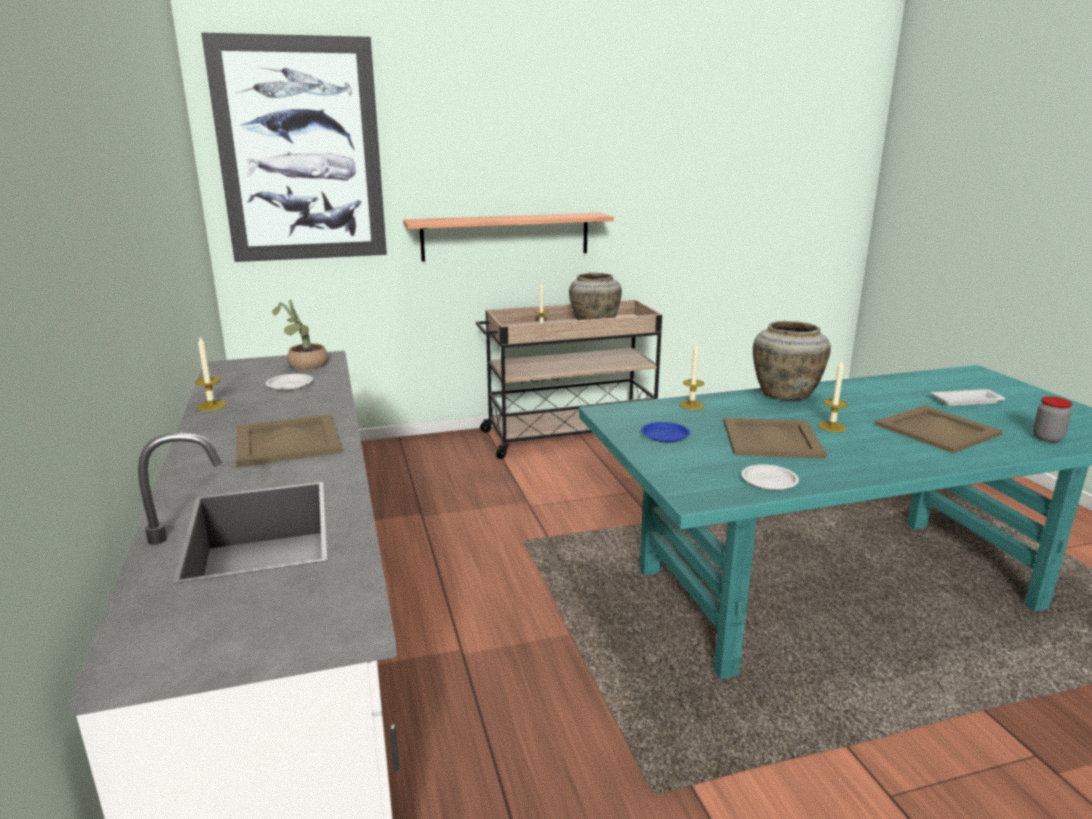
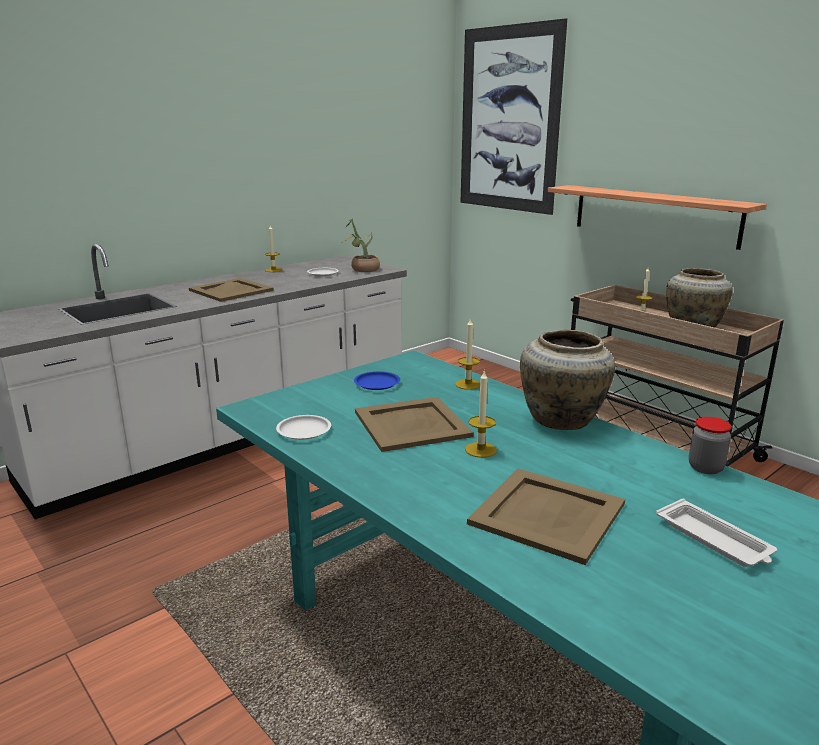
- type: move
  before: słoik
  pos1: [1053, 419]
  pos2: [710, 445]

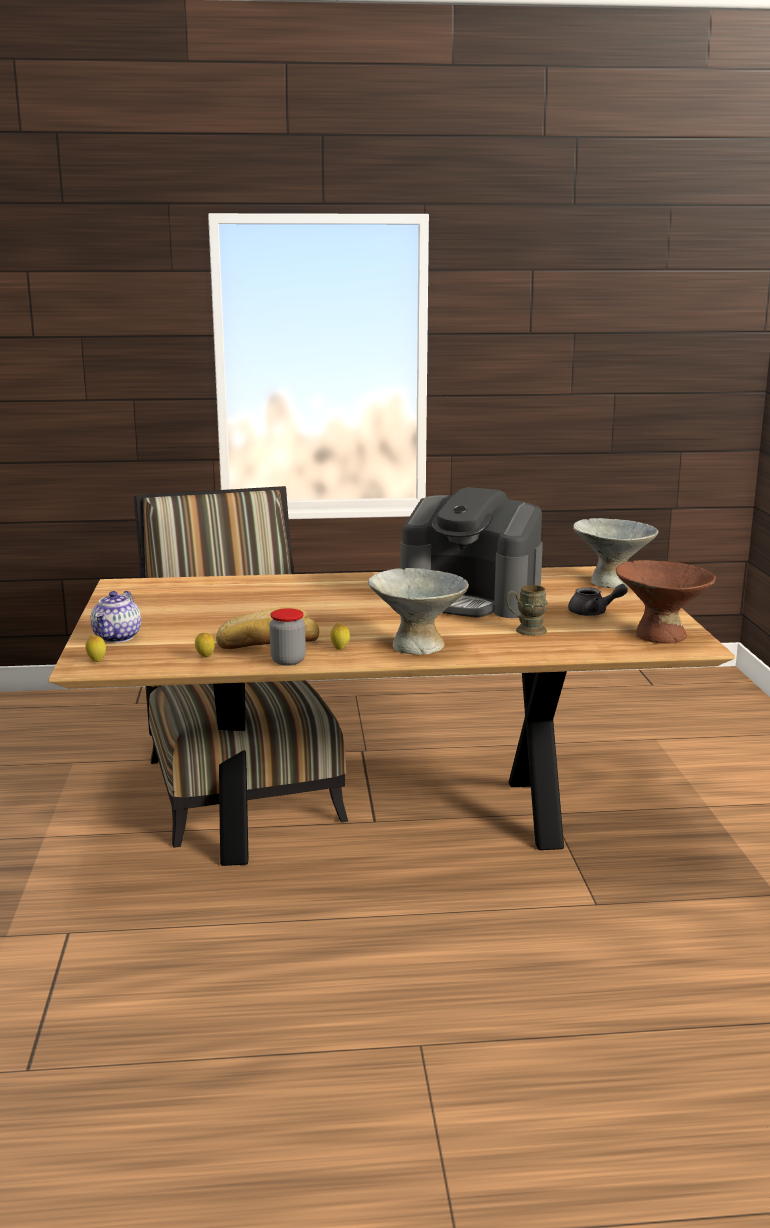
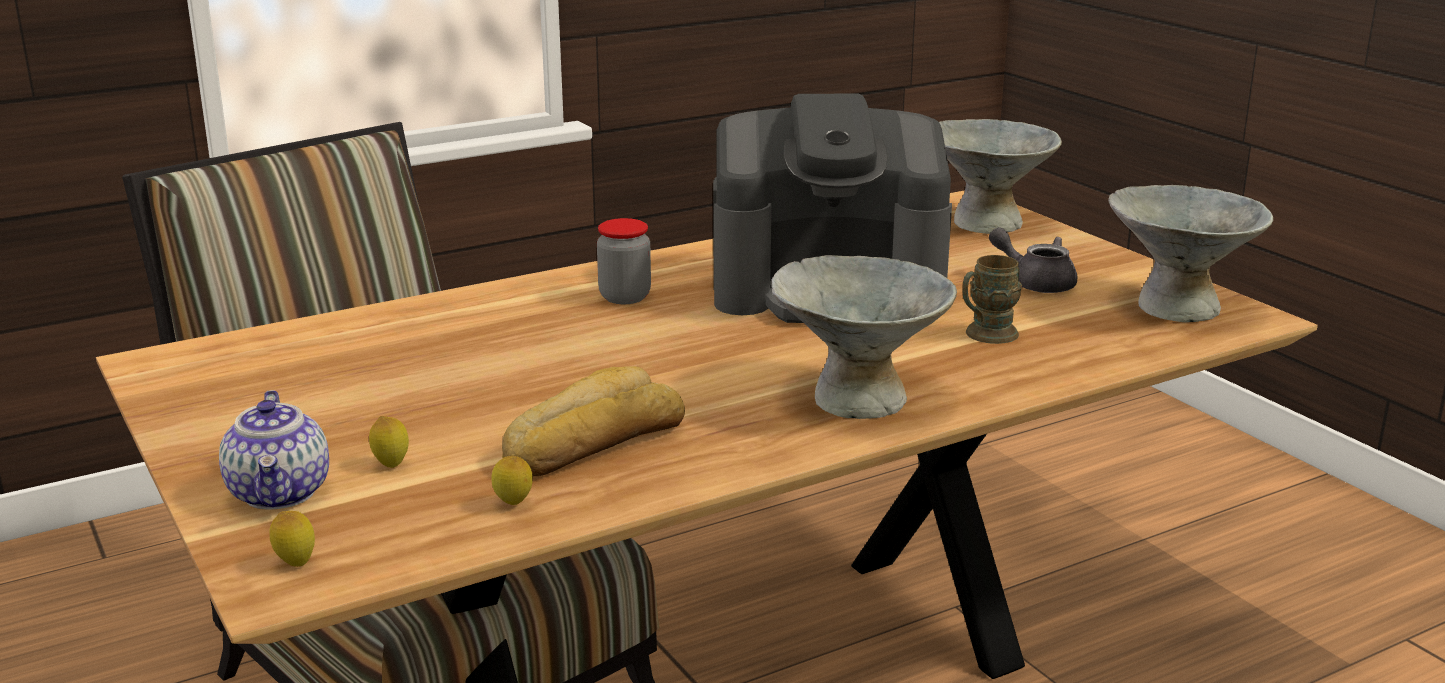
- type: move
  before: słoik
  pos1: [288, 637]
  pos2: [624, 261]
- type: move
  before: cytryna
  pos1: [340, 636]
  pos2: [389, 442]
- type: rotate
  before: imbryk [szary]
  pos1: [598, 600]
  pos2: [1033, 260]
  turn: -120
- type: recolor
  before: miska [brązowy]
  after: miska [szary]
  pos1: [666, 601]
  pos2: [1190, 253]

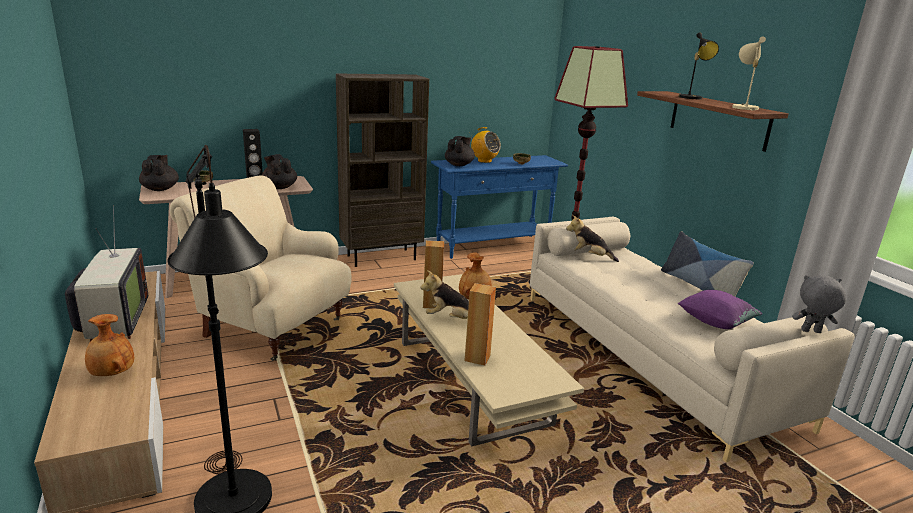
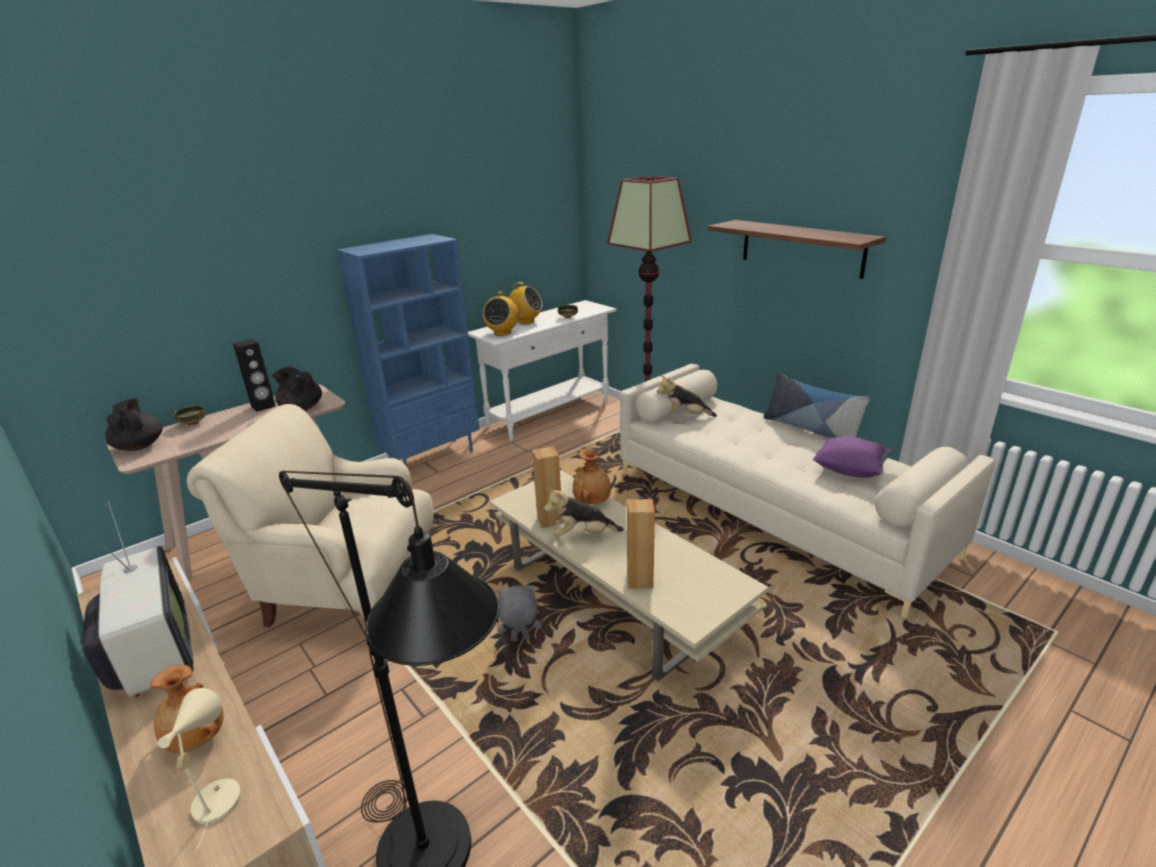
- type: recolor
  before: regał [brązowy]
  after: regał [niebieski]
  pos1: [382, 170]
  pos2: [408, 351]
- type: recolor
  before: stolik konsolowy [niebieski]
  after: stolik konsolowy [biały]
  pos1: [499, 207]
  pos2: [542, 370]
- type: replace
  before: imbryk [czarny]
  after: radio
  pos1: [460, 151]
  pos2: [501, 313]
- type: delete
  before: lampa stołowa [czarny]
  pos1: [698, 65]
- type: move
  before: lampa stołowa [beżowy]
  pos1: [749, 73]
  pos2: [199, 770]
- type: move
  before: pluszak [szary]
  pos1: [819, 304]
  pos2: [519, 613]

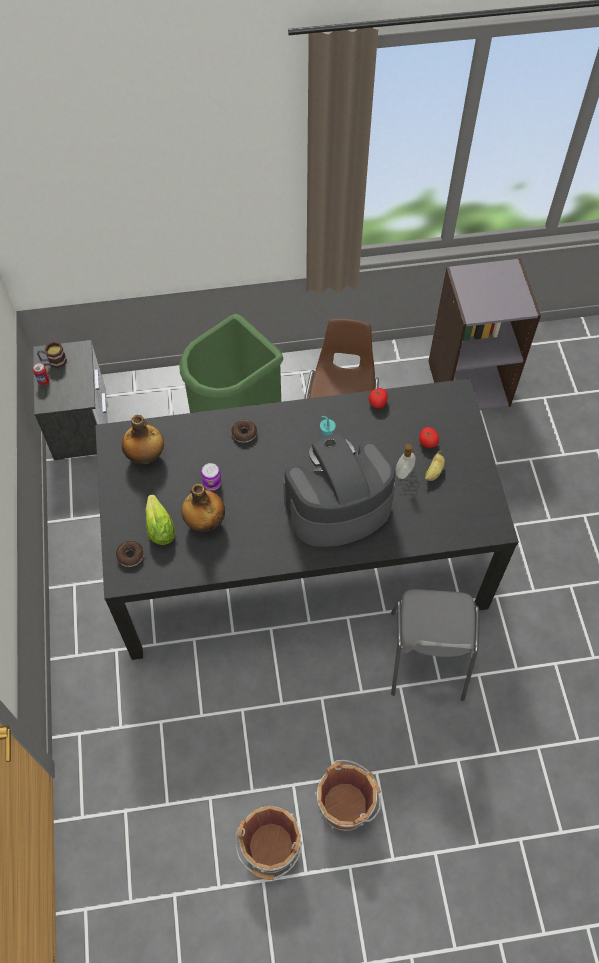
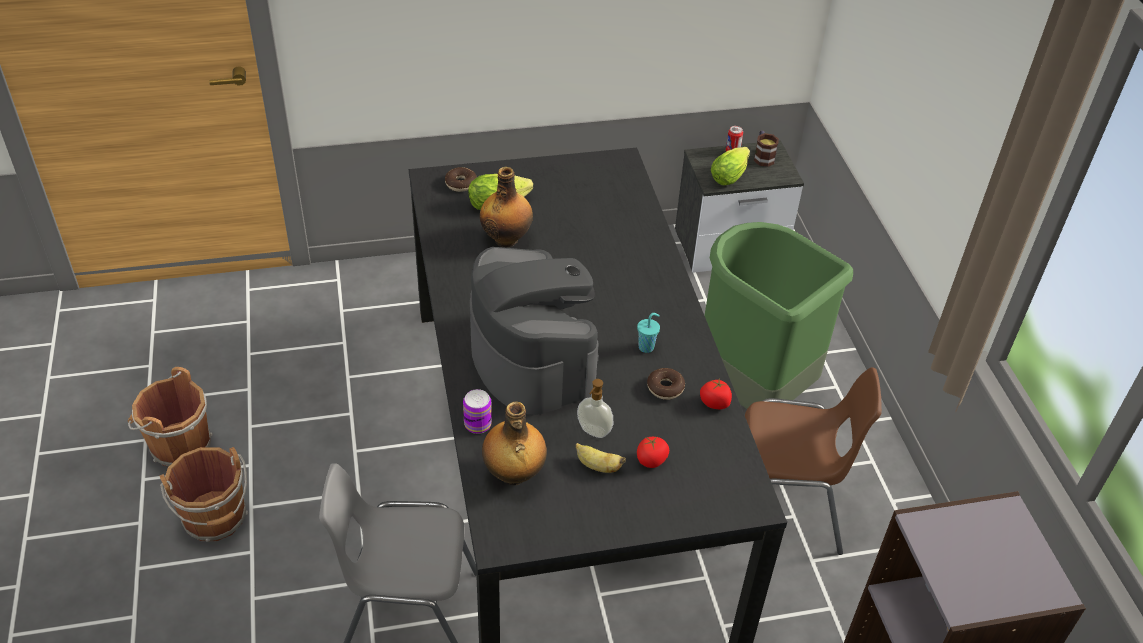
- type: move
  before: butelka
  pos1: [143, 439]
  pos2: [514, 443]
- type: move
  before: puszka
  pos1: [211, 477]
  pos2: [477, 411]
- type: move
  before: donut
  pos1: [244, 431]
  pos2: [666, 384]
- type: insert
  after: sałata
  pos2: [730, 166]

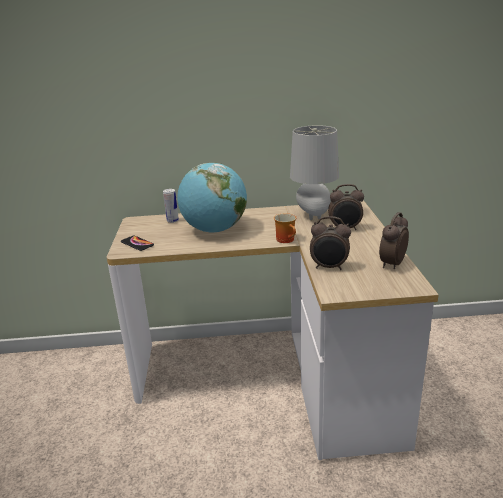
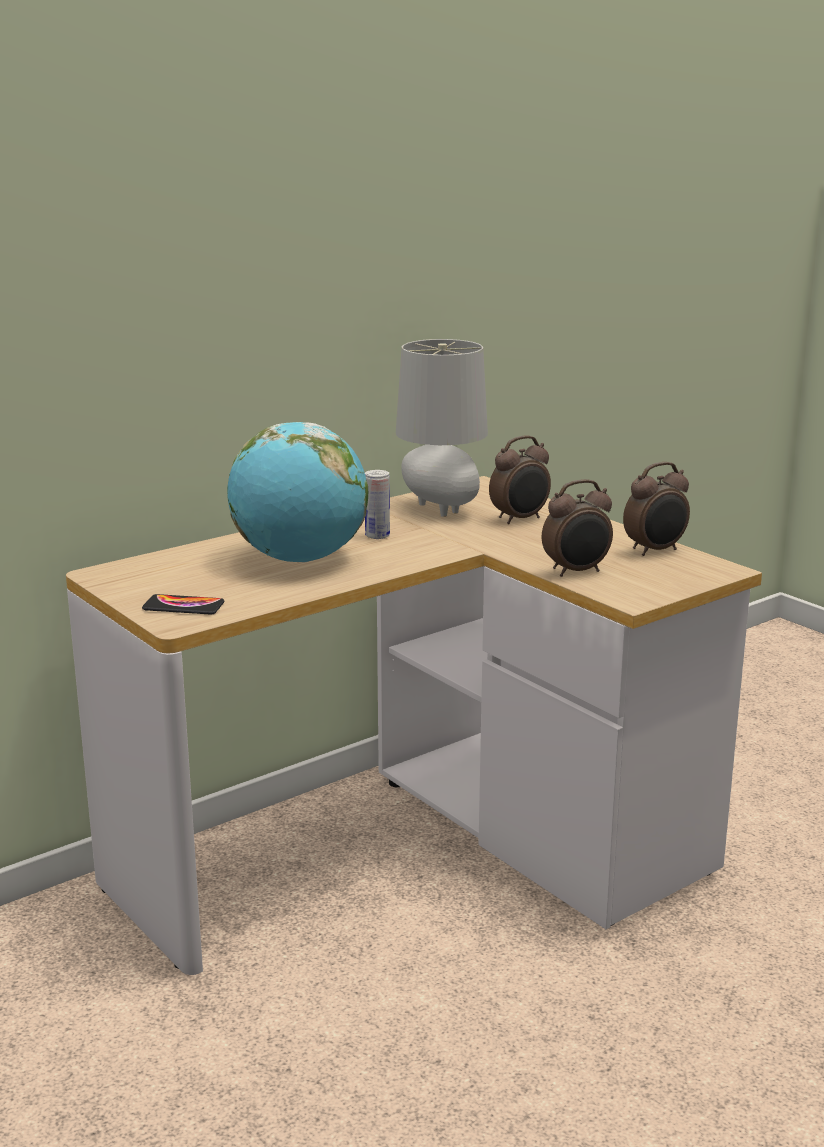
- type: move
  before: puszka
  pos1: [171, 206]
  pos2: [377, 504]
- type: delete
  before: kubek
  pos1: [285, 228]
- type: rotate
  before: budzik
  pos1: [394, 240]
  pos2: [656, 509]
  turn: -120

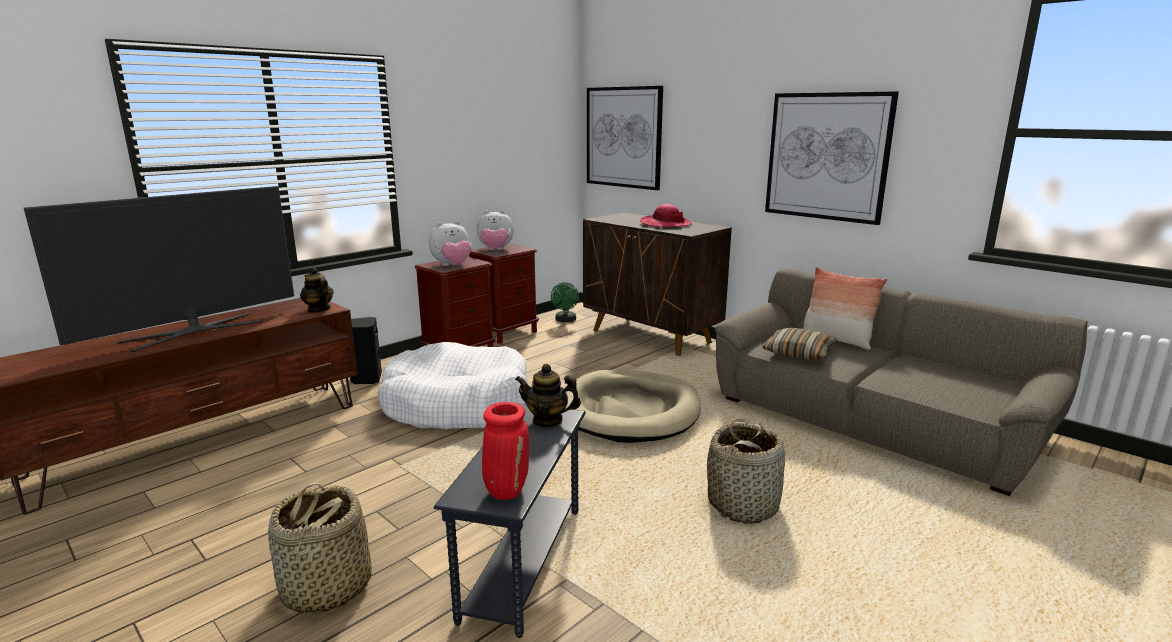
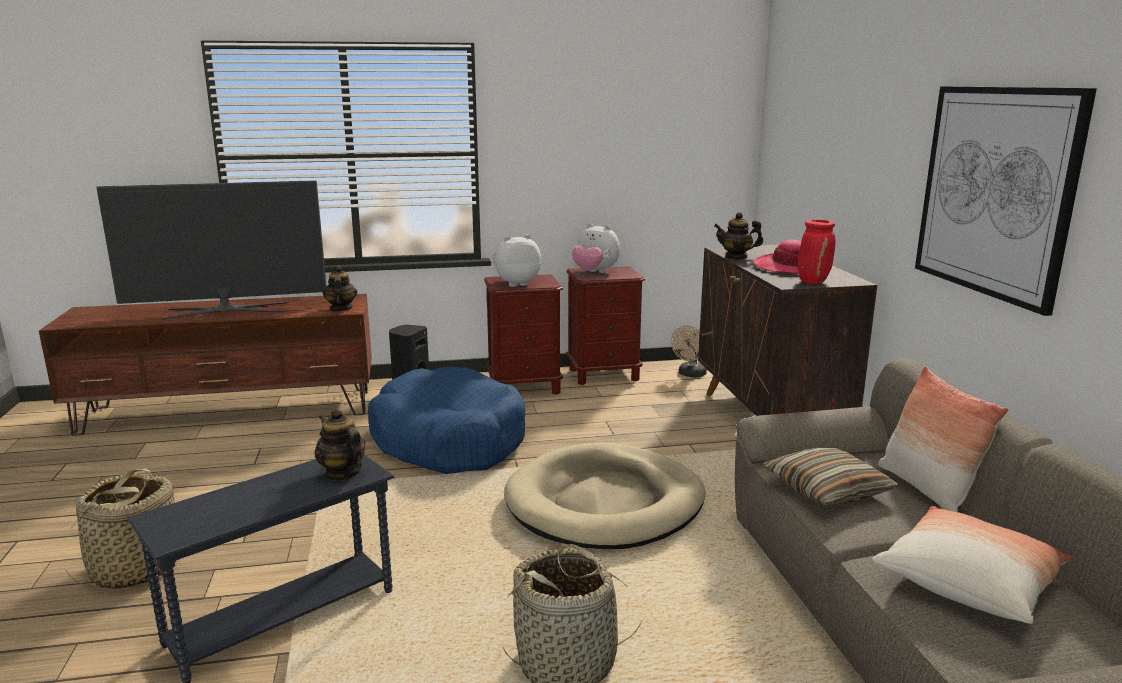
- type: recolor
  before: legowisko [biały]
  after: legowisko [niebieski]
  pos1: [453, 385]
  pos2: [446, 420]
- type: rotate
  before: pluszak
  pos1: [450, 243]
  pos2: [516, 260]
  turn: 150
- type: move
  before: wazon [czerwony]
  pos1: [505, 451]
  pos2: [816, 251]
- type: recolor
  before: wentylator [zielony]
  after: wentylator [beżowy]
  pos1: [565, 302]
  pos2: [689, 351]
- type: delete
  before: obraz
  pos1: [625, 138]
- type: insert
  after: imbryk
  pos2: [738, 236]
- type: insert
  after: poduszka
  pos2: [973, 565]

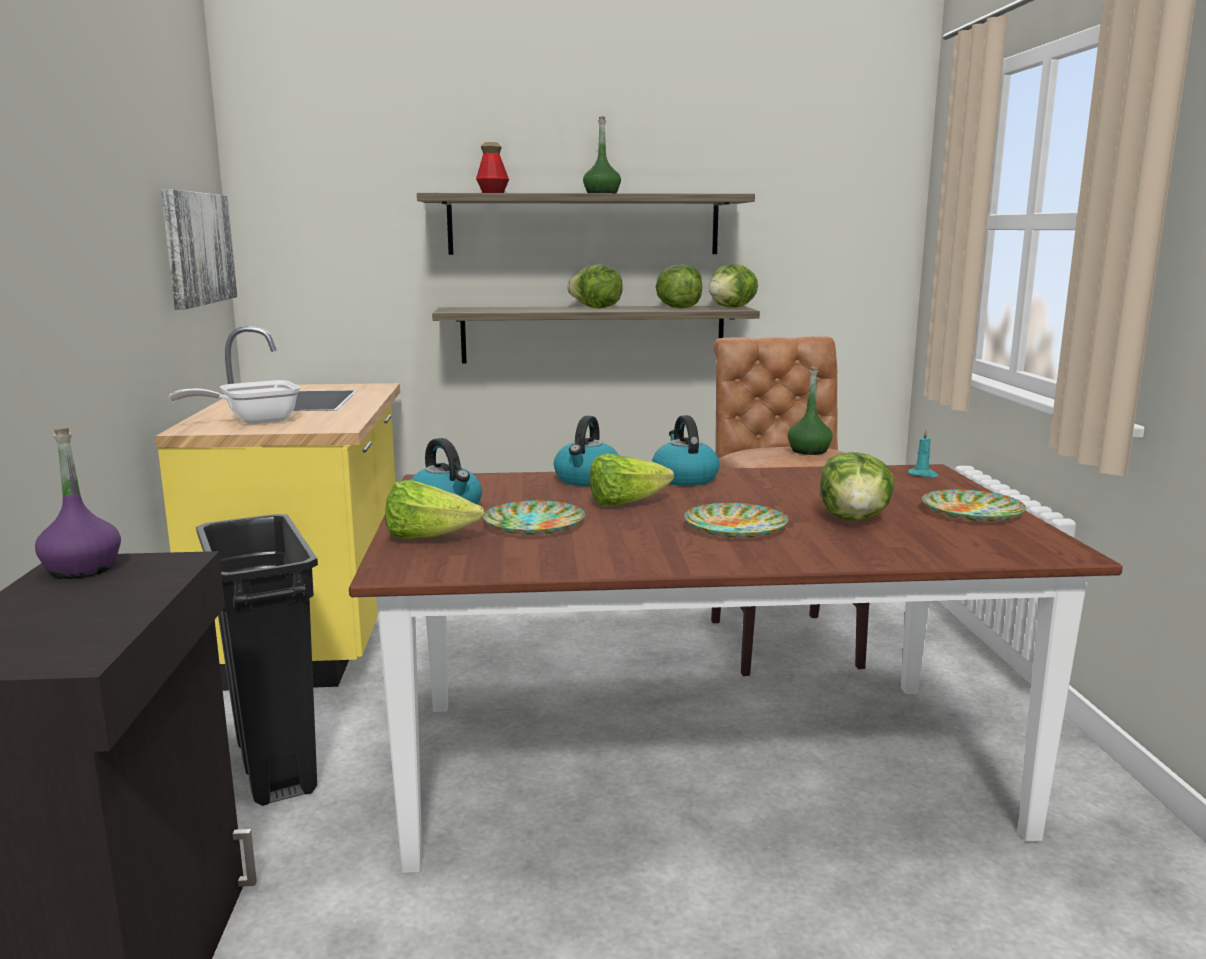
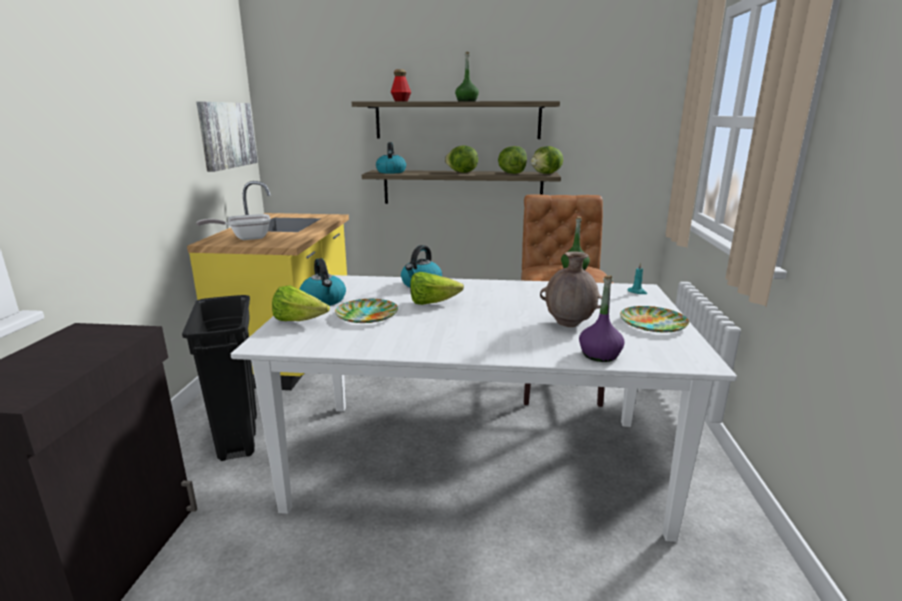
- type: move
  before: butelka [fioletowy]
  pos1: [78, 503]
  pos2: [602, 319]
- type: recolor
  before: stół jadalny [brązowy]
  after: stół jadalny [biały]
  pos1: [736, 668]
  pos2: [484, 408]
- type: move
  before: czajnik
  pos1: [686, 450]
  pos2: [391, 158]
- type: delete
  before: talerz
  pos1: [736, 520]
- type: replace
  before: sałata
  after: wazon [brązowy]
  pos1: [857, 486]
  pos2: [571, 289]

